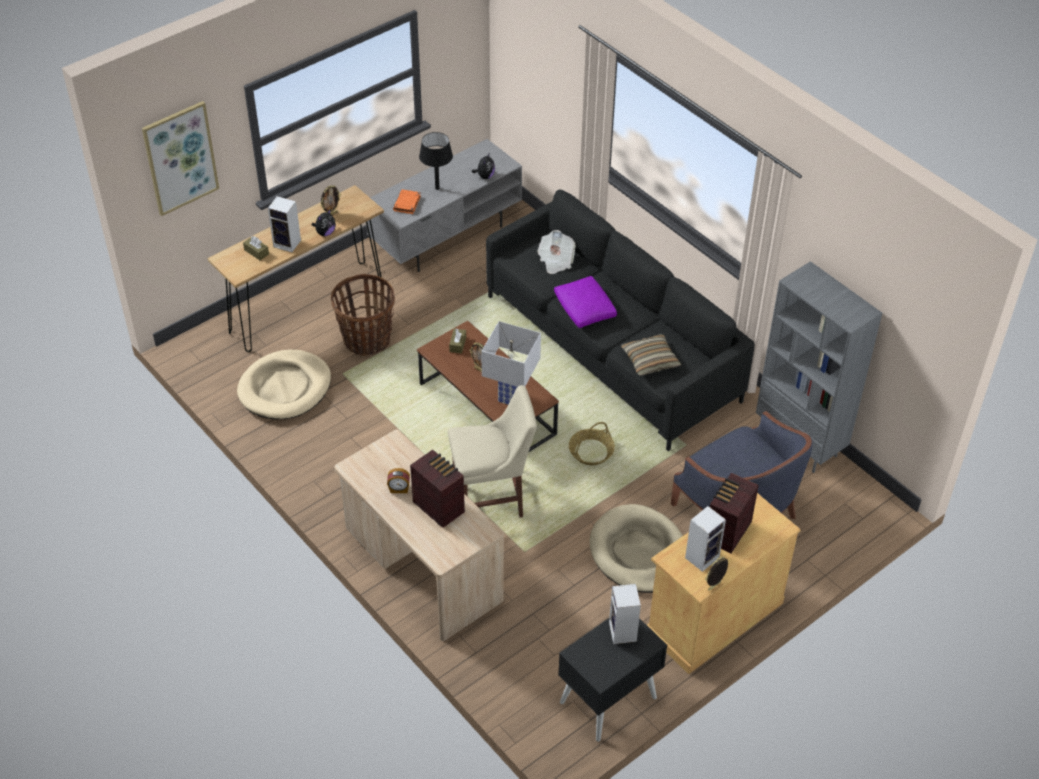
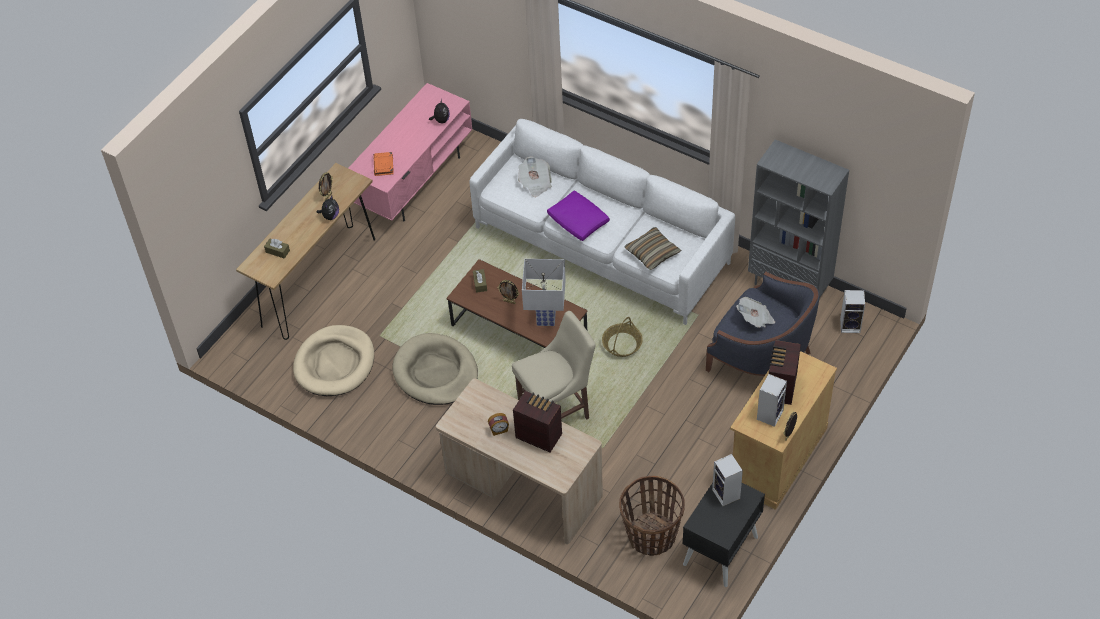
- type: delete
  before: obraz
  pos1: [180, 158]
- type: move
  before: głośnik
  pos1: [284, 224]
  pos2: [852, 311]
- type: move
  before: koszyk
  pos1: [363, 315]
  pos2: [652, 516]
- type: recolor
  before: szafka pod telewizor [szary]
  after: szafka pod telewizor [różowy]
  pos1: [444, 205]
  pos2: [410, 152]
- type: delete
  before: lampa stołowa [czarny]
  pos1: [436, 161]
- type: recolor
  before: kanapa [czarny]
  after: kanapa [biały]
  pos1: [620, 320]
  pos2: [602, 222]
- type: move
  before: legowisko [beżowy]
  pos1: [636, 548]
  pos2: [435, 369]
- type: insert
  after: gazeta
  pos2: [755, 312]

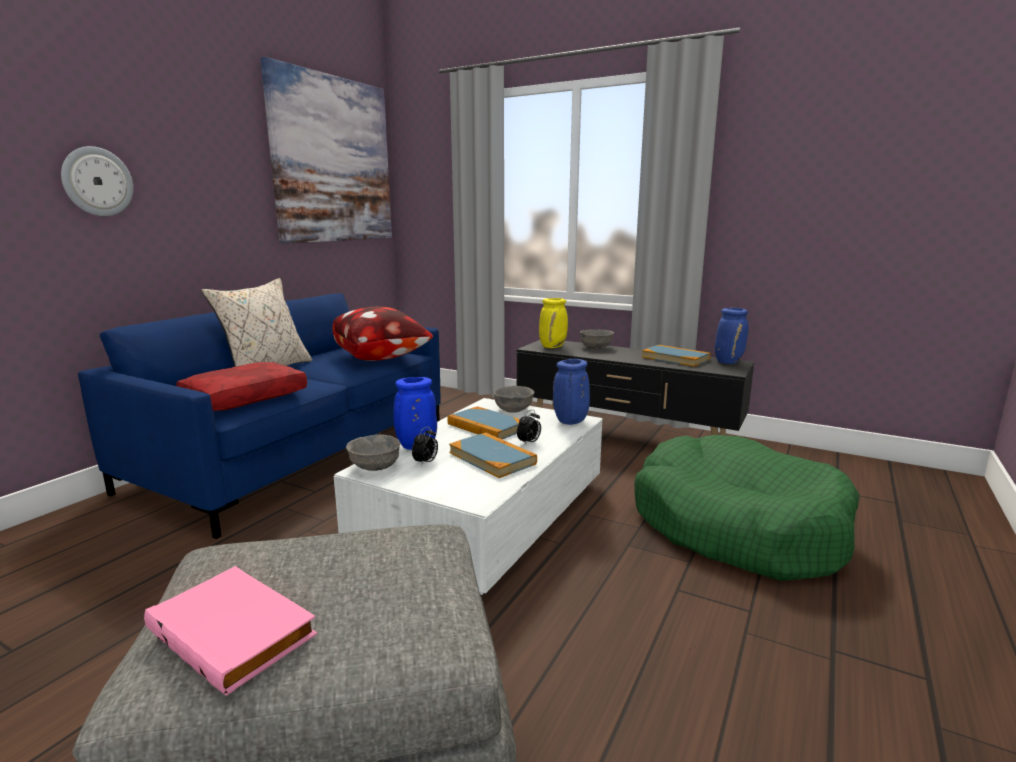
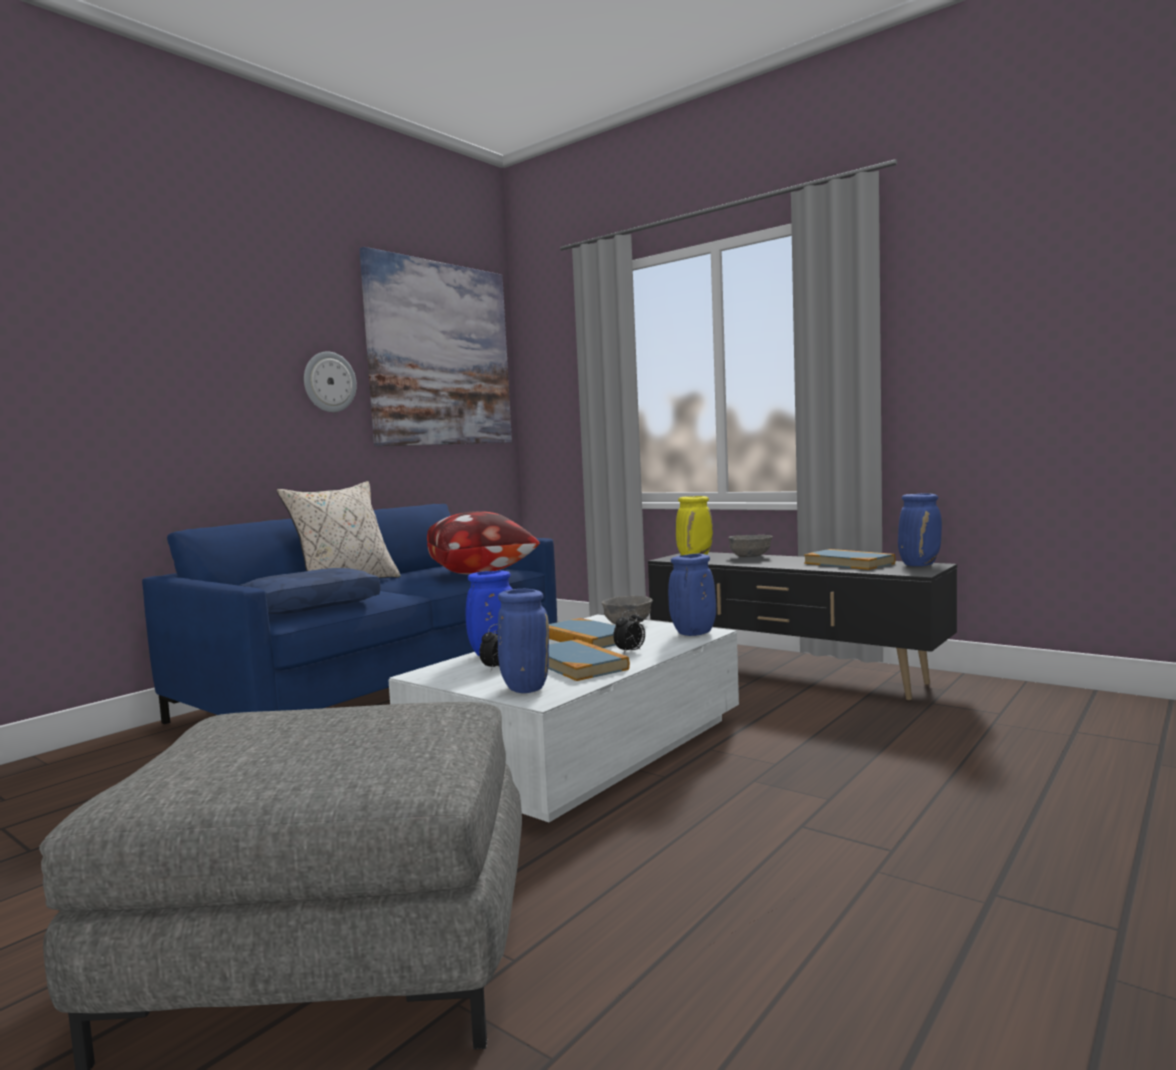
- type: move
  before: zegar ścienny
  pos1: [97, 181]
  pos2: [330, 381]
- type: delete
  before: książka [różowy]
  pos1: [230, 631]
- type: recolor
  before: poduszka [czerwony]
  after: poduszka [niebieski]
  pos1: [241, 386]
  pos2: [310, 591]
- type: delete
  before: miska [szary]
  pos1: [373, 452]
- type: delete
  before: legowisko [zielony]
  pos1: [747, 508]
- type: insert
  after: wazon [niebieski]
  pos2: [523, 641]

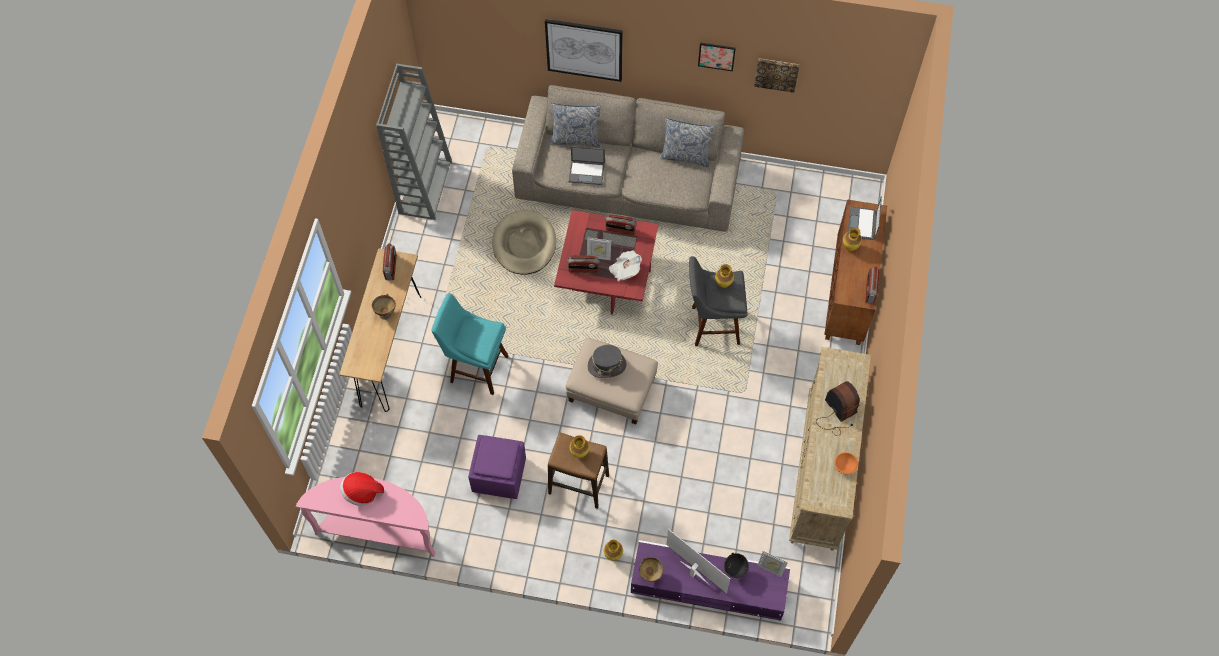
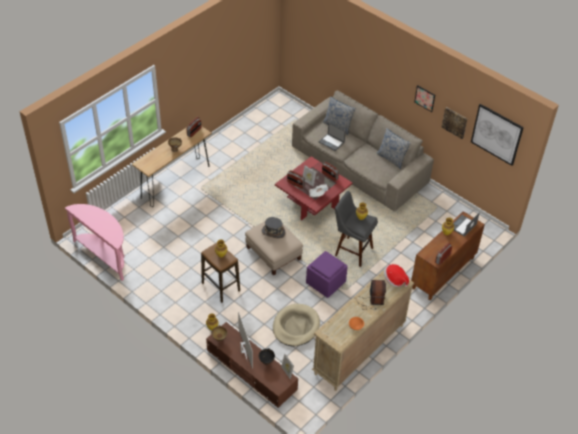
- type: move
  before: kapelusz
  pos1: [362, 489]
  pos2: [396, 275]
- type: delete
  before: regał [szary]
  pos1: [414, 141]
- type: delete
  before: stołek [turkusowy]
  pos1: [469, 344]
- type: move
  before: pufa [fioletowy]
  pos1: [497, 467]
  pos2: [327, 274]
- type: move
  before: legowisko [beżowy]
  pos1: [524, 242]
  pos2: [296, 325]
- type: move
  before: obraz
  pos1: [584, 50]
  pos2: [497, 135]
- type: recolor
  before: szafka pod telewizor [fioletowy]
  after: szafka pod telewizor [brązowy]
  pos1: [710, 580]
  pos2: [252, 364]

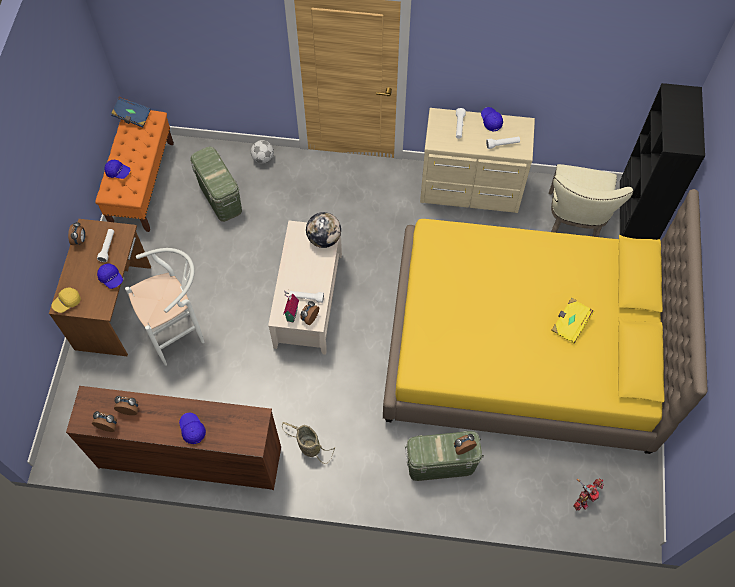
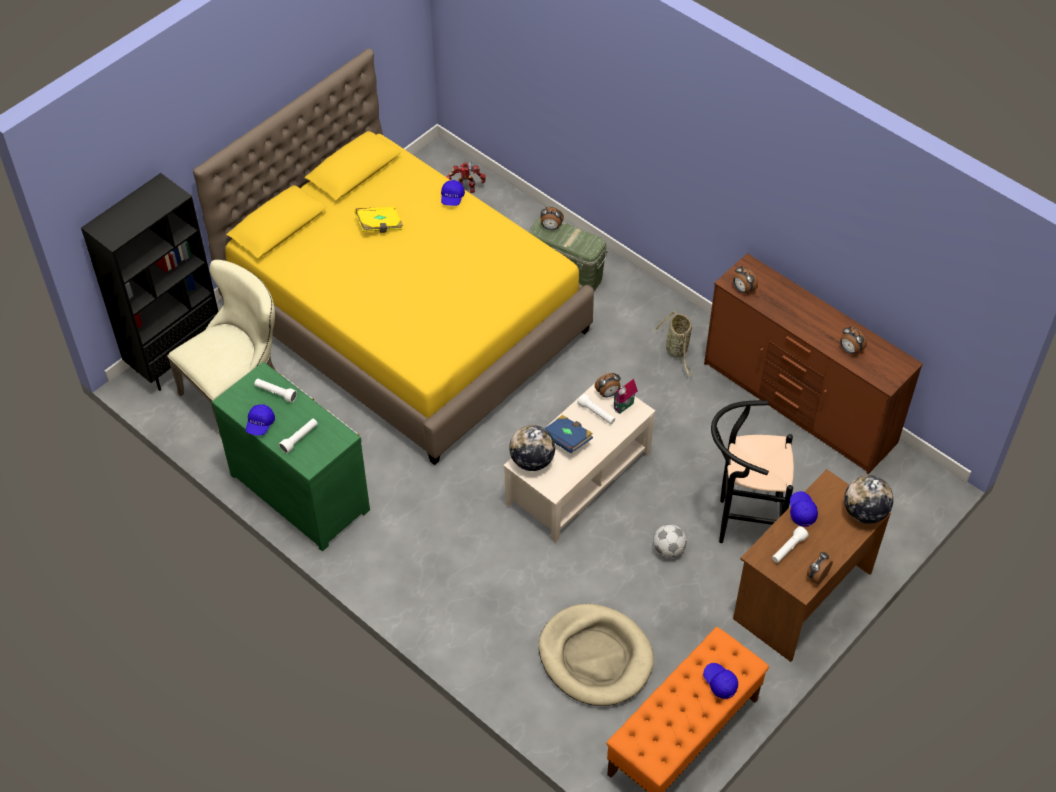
- type: replace
  before: czapka z daszkiem [żółty]
  after: globus
  pos1: [66, 300]
  pos2: [868, 499]
- type: move
  before: budzik
  pos1: [104, 421]
  pos2: [745, 280]
- type: move
  before: książka [niebieski]
  pos1: [131, 112]
  pos2: [568, 434]
- type: recolor
  before: stołek [biały]
  after: stołek [czarny]
  pos1: [164, 307]
  pos2: [752, 471]
- type: move
  before: czapka z daszkiem [niebieski]
  pos1: [192, 428]
  pos2: [453, 193]
- type: replace
  before: pojemnik do przechowywania [zielony]
  after: legowisko [beżowy]
  pos1: [216, 184]
  pos2: [596, 655]
- type: move
  before: piłka futbolowa
  pos1: [262, 152]
  pos2: [670, 541]
- type: recolor
  before: komoda [beżowy]
  after: komoda [zielony]
  pos1: [477, 160]
  pos2: [290, 456]

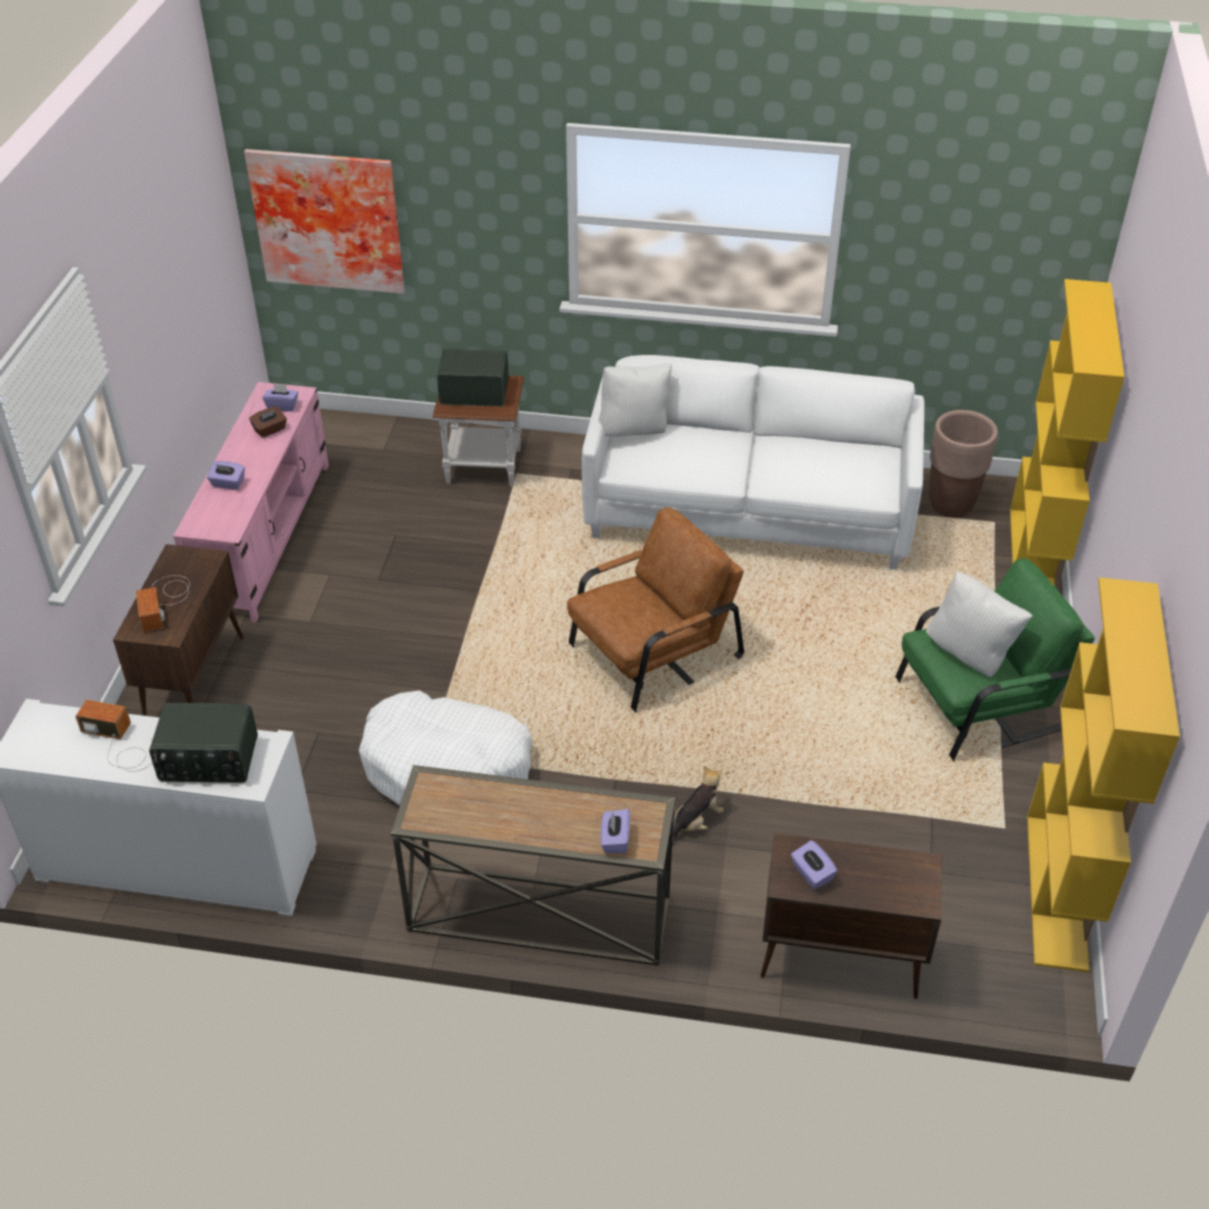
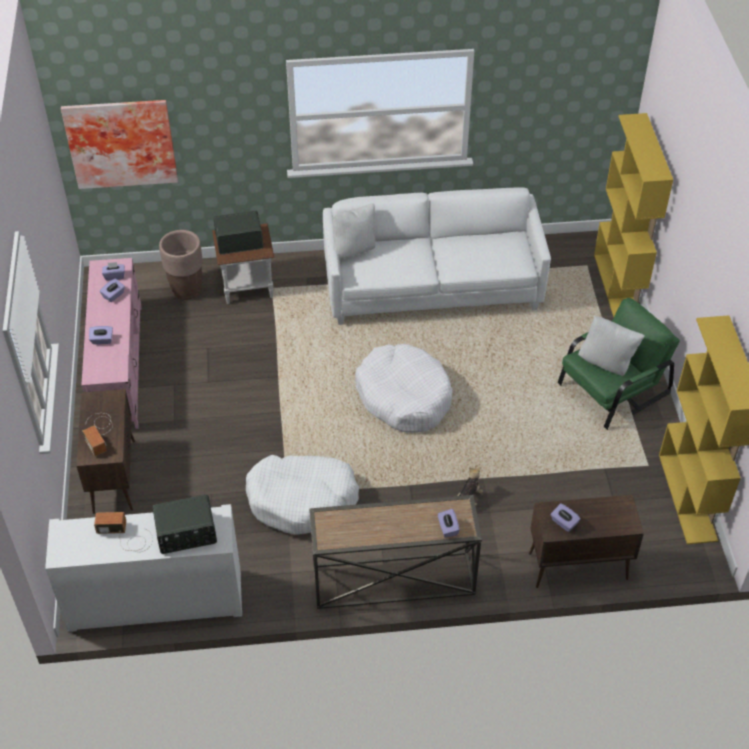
- type: recolor
  before: pudełko chusteczek [brązowy]
  after: pudełko chusteczek [fioletowy]
  pos1: [268, 422]
  pos2: [112, 290]
- type: replace
  before: fotel [brązowy]
  after: legowisko [biały]
  pos1: [655, 609]
  pos2: [404, 388]
- type: move
  before: donica [brązowy]
  pos1: [963, 463]
  pos2: [181, 265]

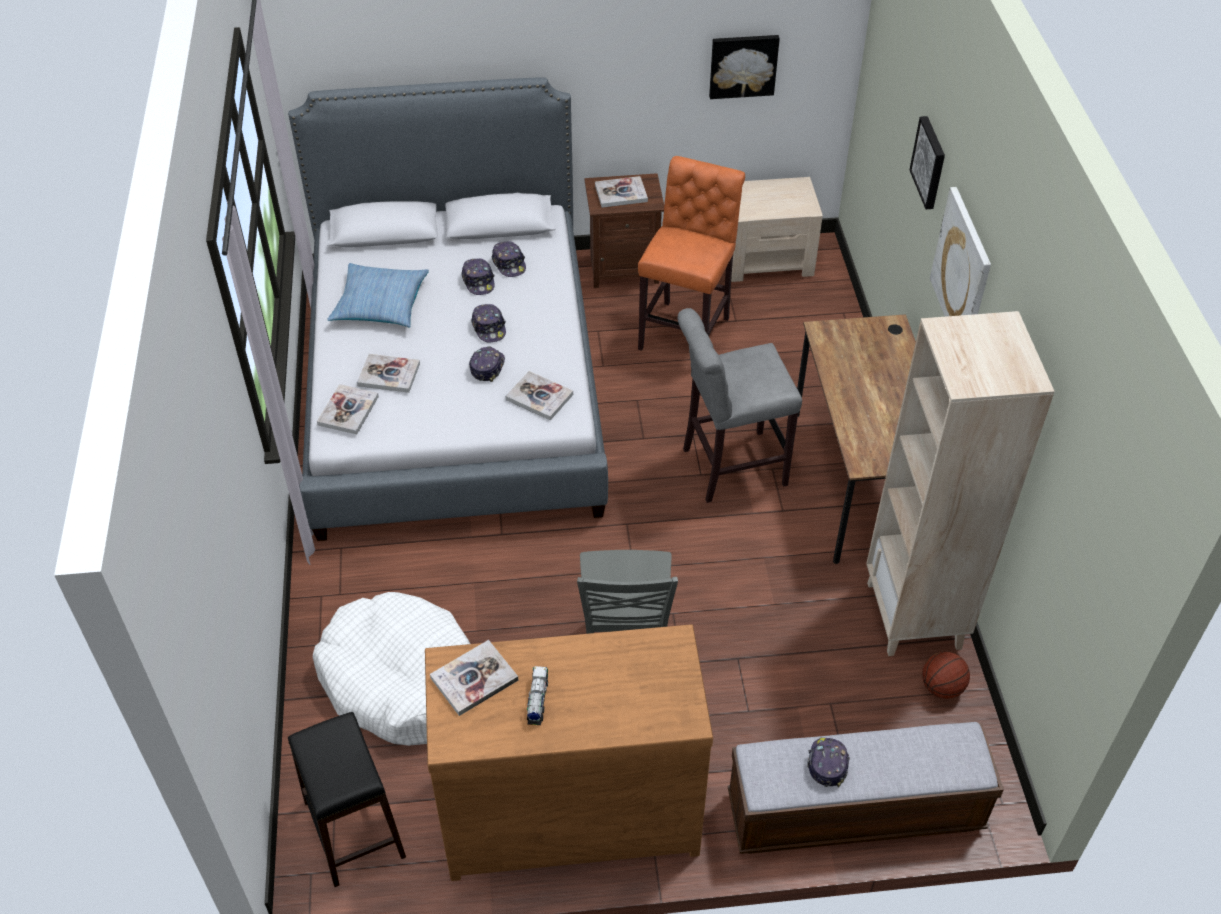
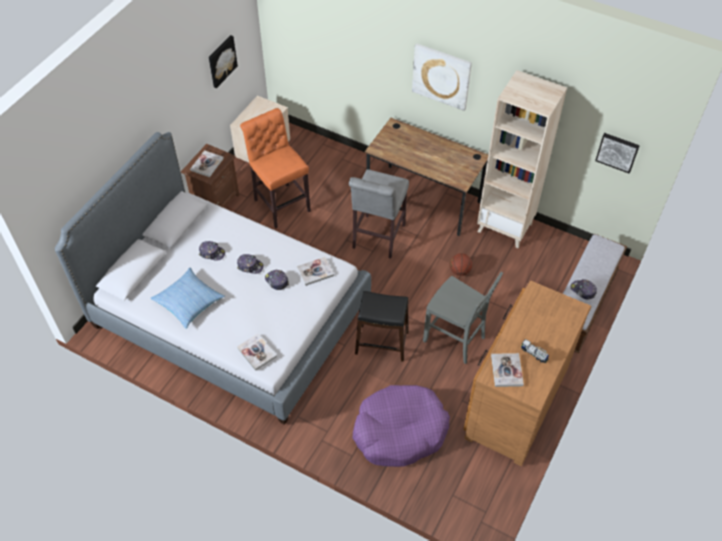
- type: move
  before: stołek [czarny]
  pos1: [347, 799]
  pos2: [382, 326]
- type: recolor
  before: legowisko [biały]
  after: legowisko [fioletowy]
  pos1: [391, 669]
  pos2: [401, 426]
- type: delete
  before: książka
  pos1: [388, 373]
- type: delete
  before: czapka z daszkiem
  pos1: [509, 259]
- type: move
  before: obraz
  pos1: [927, 162]
  pos2: [617, 153]
- type: move
  before: piłka do koszykówki
  pos1: [946, 675]
  pos2: [461, 264]

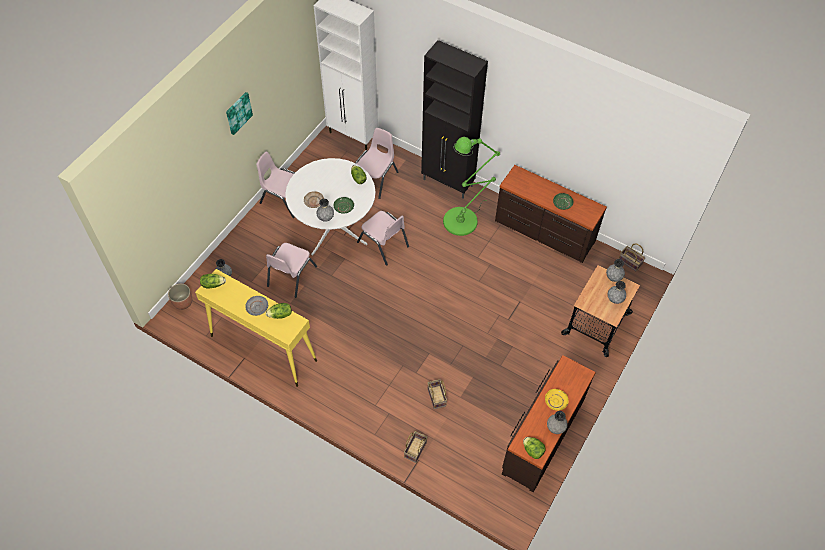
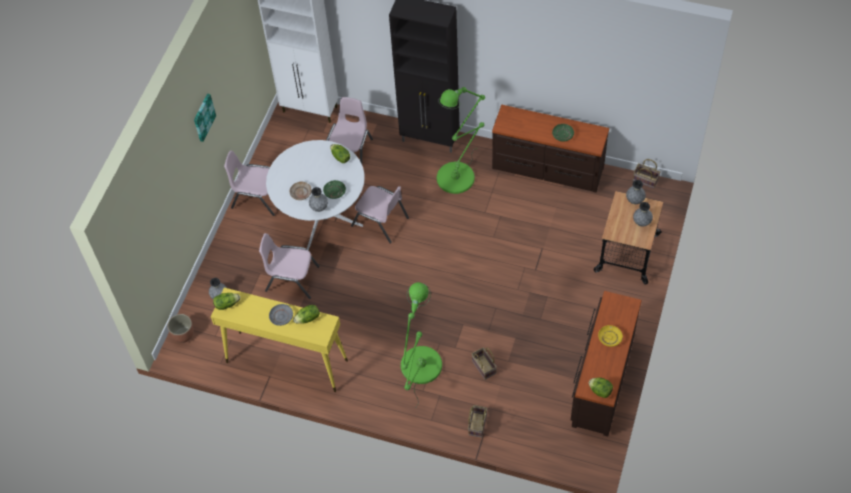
- type: rotate
  before: krzesło [różowy]
  pos1: [291, 270]
  pos2: [289, 266]
  turn: 90
- type: delete
  before: wazon [szary]
  pos1: [557, 422]
- type: insert
  after: lampa stojąca [zielony]
  pos2: [421, 345]

